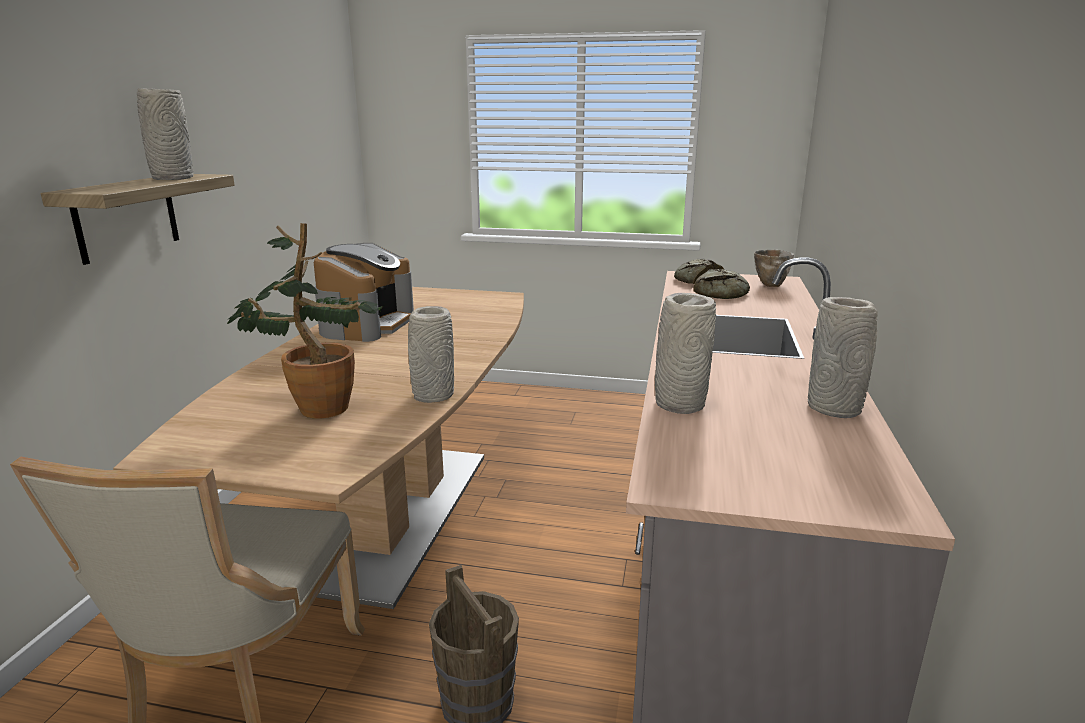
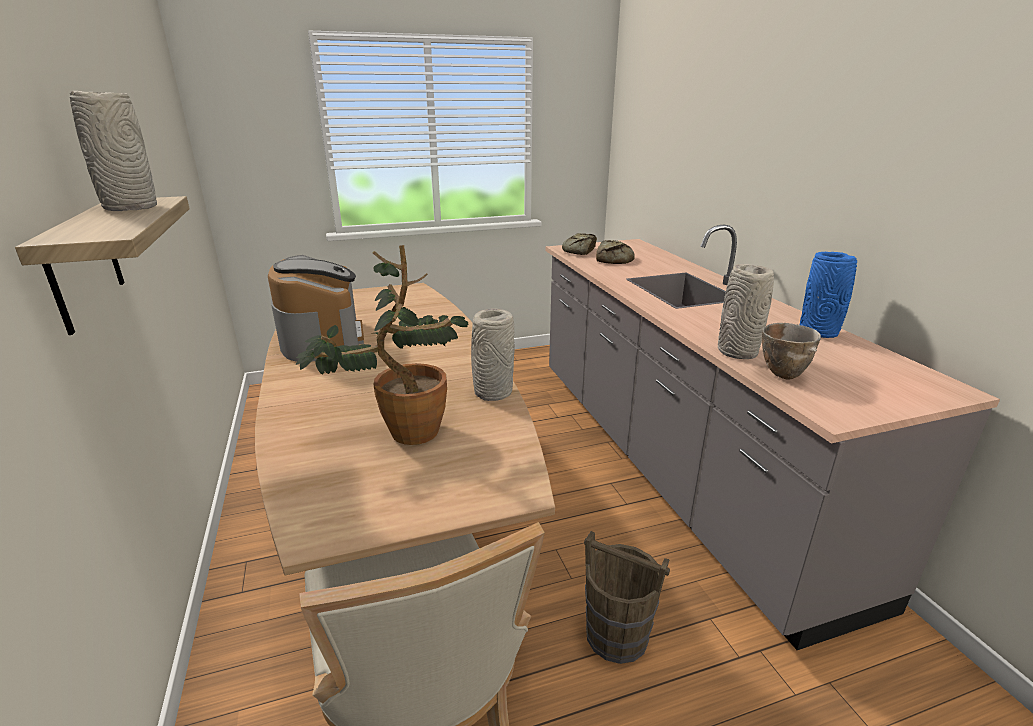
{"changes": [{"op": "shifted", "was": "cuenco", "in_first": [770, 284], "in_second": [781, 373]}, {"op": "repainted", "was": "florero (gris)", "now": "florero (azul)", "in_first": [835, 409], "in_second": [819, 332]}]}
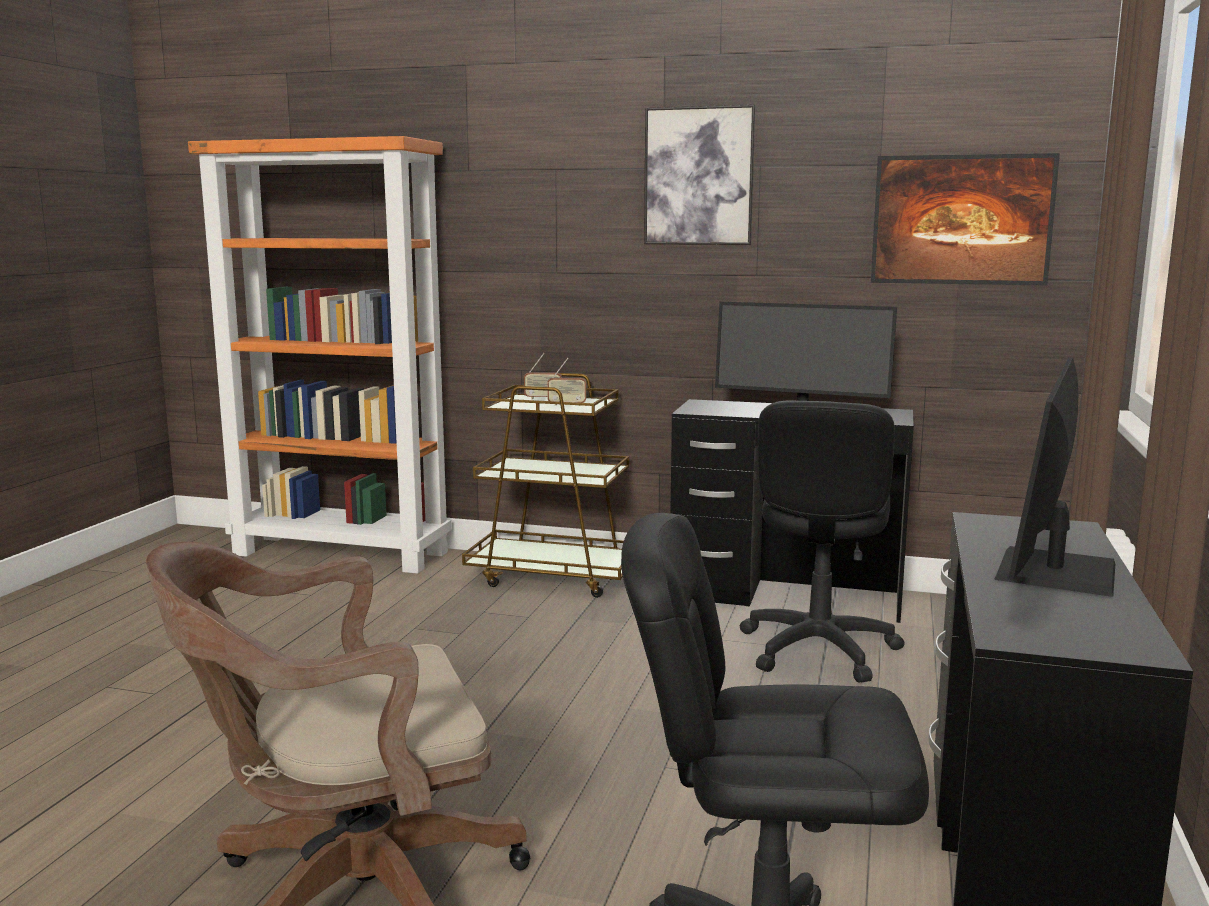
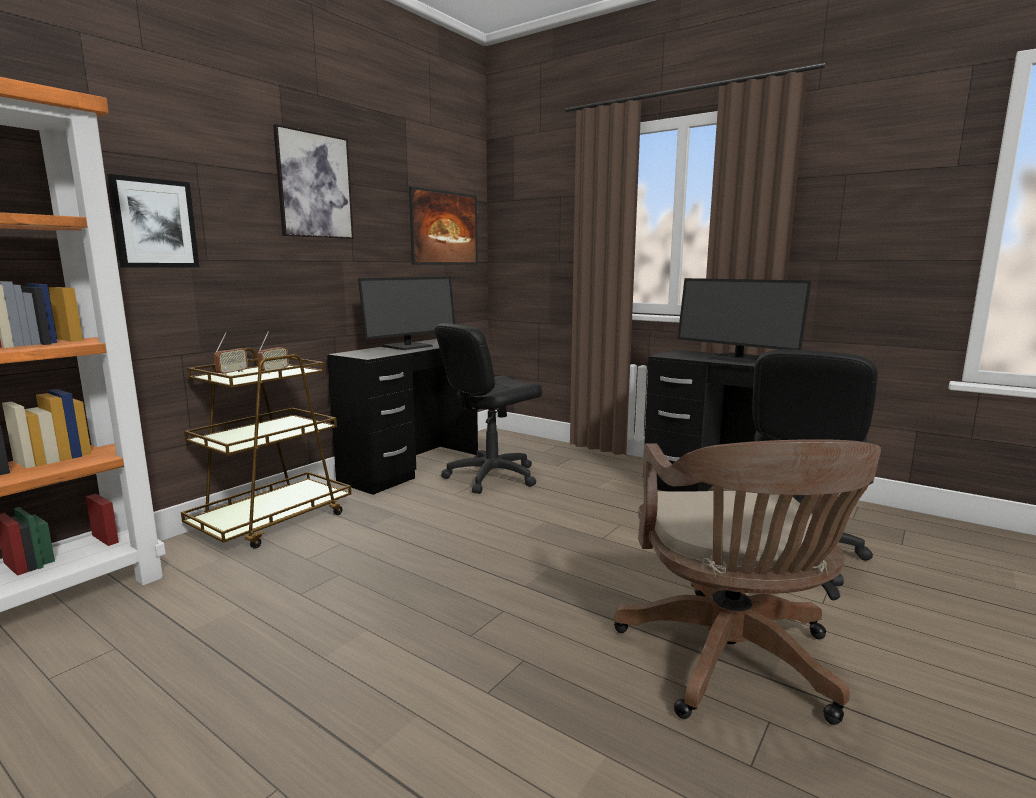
{"changes": [{"op": "rotated", "was": "silla de oficina (negro)", "in_first": [817, 649], "in_second": [491, 476], "clockwise": 105}, {"op": "new", "now": "cuadro", "in_second": [154, 223]}]}
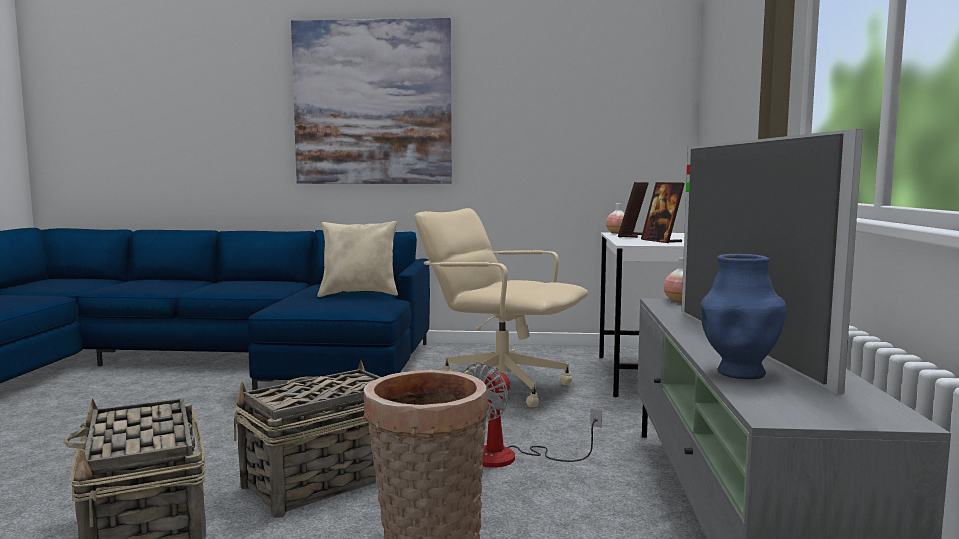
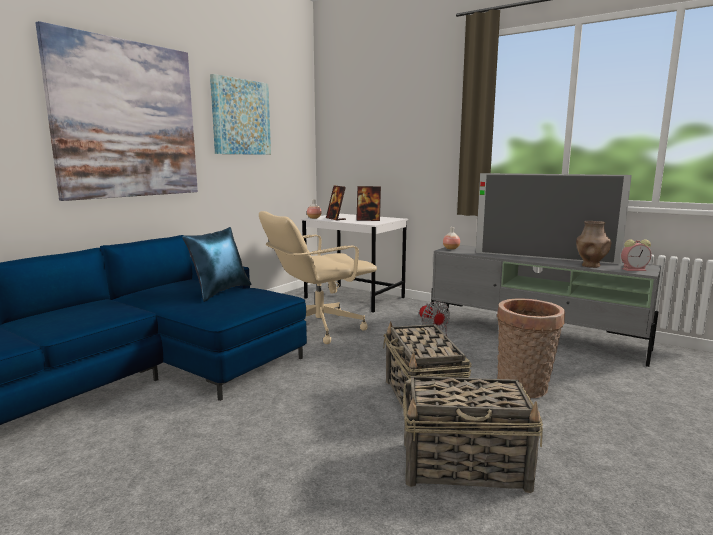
{"changes": [{"op": "repainted", "was": "cojín (beis)", "now": "cojín (azul)", "in_first": [360, 294], "in_second": [220, 292]}, {"op": "repainted", "was": "florero (azul)", "now": "florero (marrón)", "in_first": [739, 373], "in_second": [590, 266]}, {"op": "new", "now": "cuadro", "in_second": [241, 117]}, {"op": "new", "now": "despertador", "in_second": [634, 269]}]}
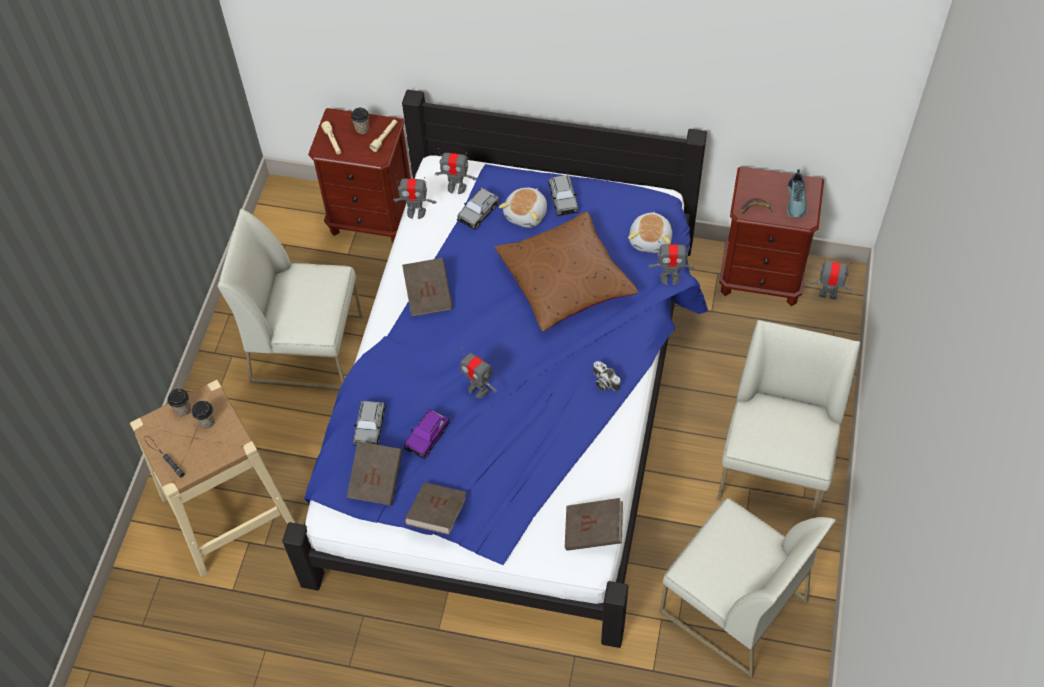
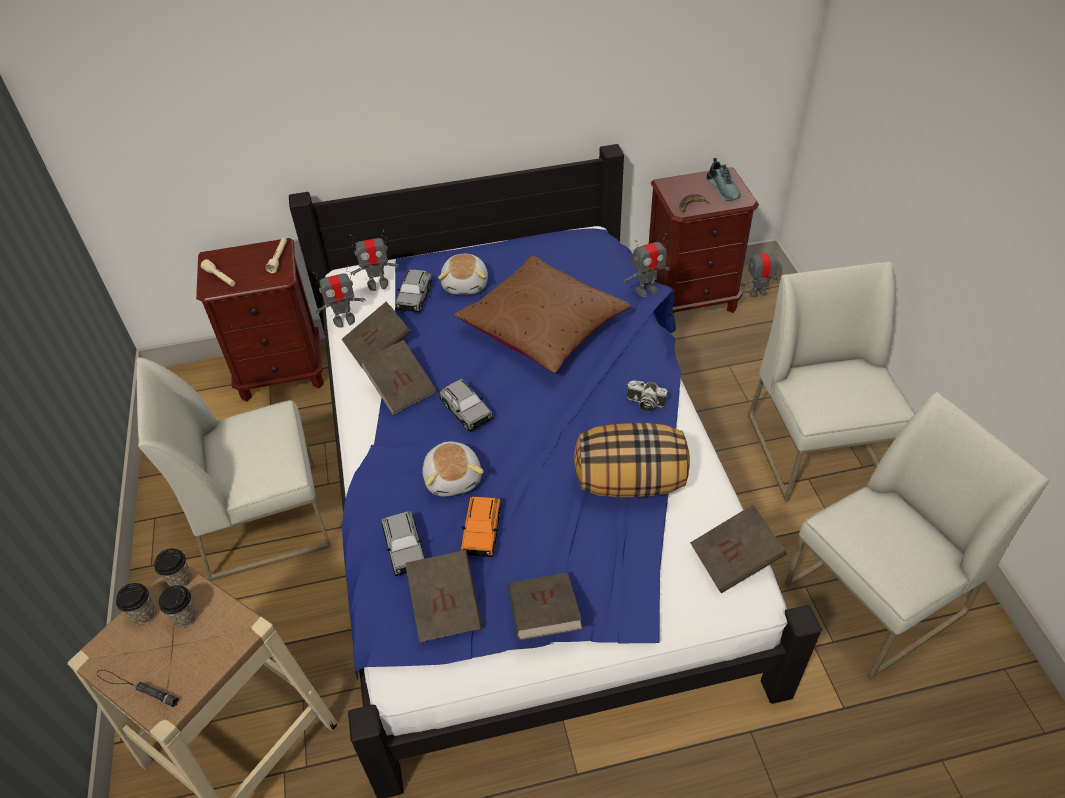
{"changes": [{"op": "shifted", "was": "taza", "in_first": [362, 128], "in_second": [180, 579]}, {"op": "repainted", "was": "coche de juguete (morado)", "now": "coche de juguete (naranja)", "in_first": [427, 437], "in_second": [482, 532]}, {"op": "gone", "was": "robot de juguete", "in_first": [478, 389]}, {"op": "shifted", "was": "coche de juguete (gris)", "in_first": [563, 200], "in_second": [466, 411]}, {"op": "shifted", "was": "peluche", "in_first": [651, 240], "in_second": [453, 478]}, {"op": "rotated", "was": "silla (blanco)", "in_first": [732, 606], "in_second": [874, 600], "clockwise": -45}, {"op": "new", "now": "libro (marrón)", "in_second": [379, 348]}, {"op": "new", "now": "cojín", "in_second": [630, 481]}]}
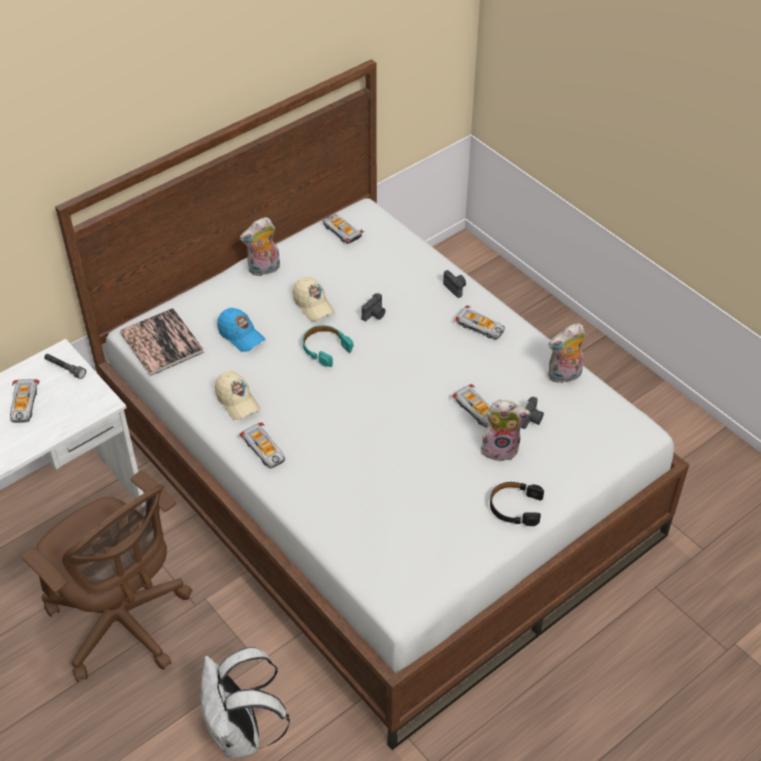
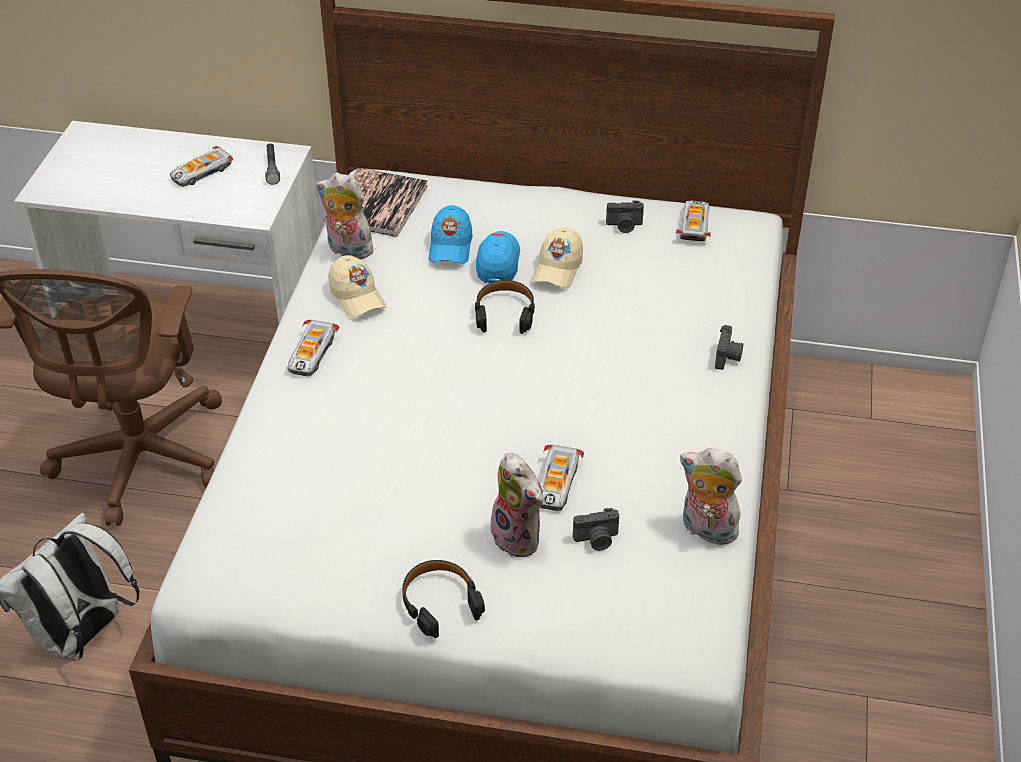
{"changes": [{"op": "rotated", "was": "gorra (beis)", "in_first": [237, 401], "in_second": [356, 297], "clockwise": -45}, {"op": "shifted", "was": "peluche", "in_first": [264, 270], "in_second": [347, 250]}, {"op": "repainted", "was": "auriculares (turquesa)", "now": "auriculares (negro)", "in_first": [325, 348], "in_second": [505, 313]}, {"op": "shifted", "was": "cámara", "in_first": [374, 314], "in_second": [624, 226]}, {"op": "gone", "was": "coche de juguete", "in_first": [480, 327]}, {"op": "new", "now": "gorra (azul)", "in_second": [498, 262]}]}
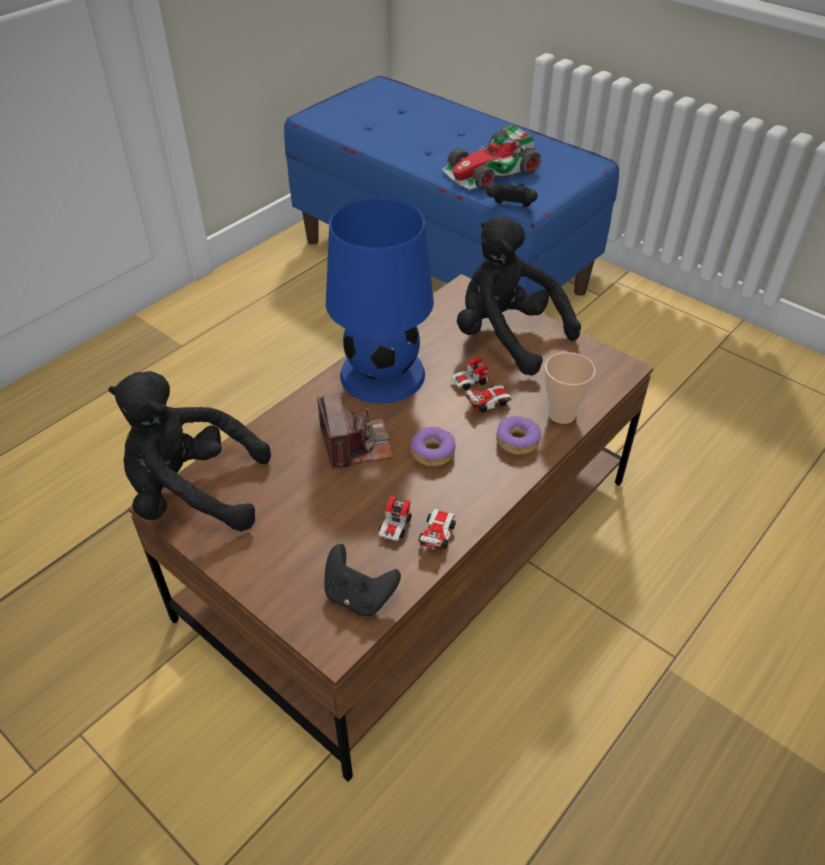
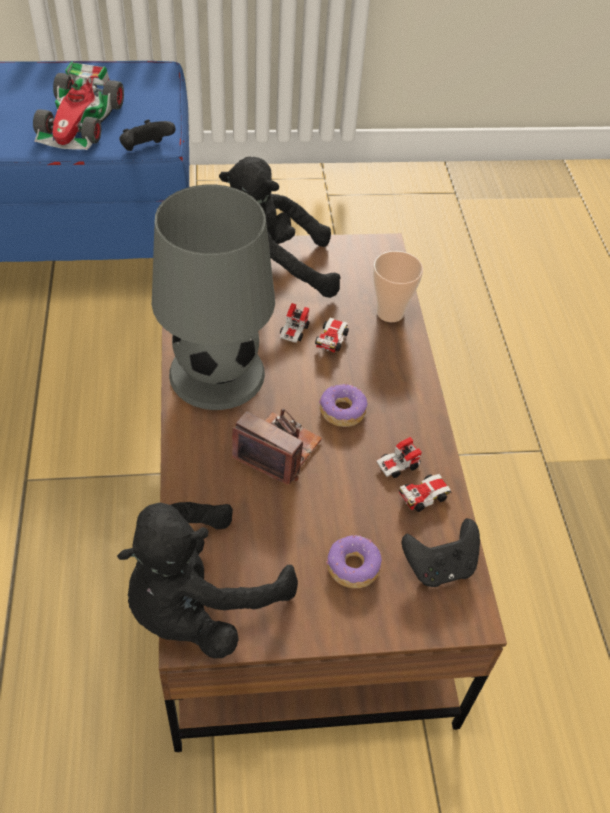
{"changes": [{"op": "repainted", "was": "lámpara de mesa (azul)", "now": "lámpara de mesa (gris)", "in_first": [381, 374], "in_second": [216, 374]}, {"op": "rotated", "was": "coche de juguete", "in_first": [417, 531], "in_second": [412, 482], "clockwise": 90}, {"op": "shifted", "was": "rosquilla", "in_first": [517, 441], "in_second": [352, 567]}]}
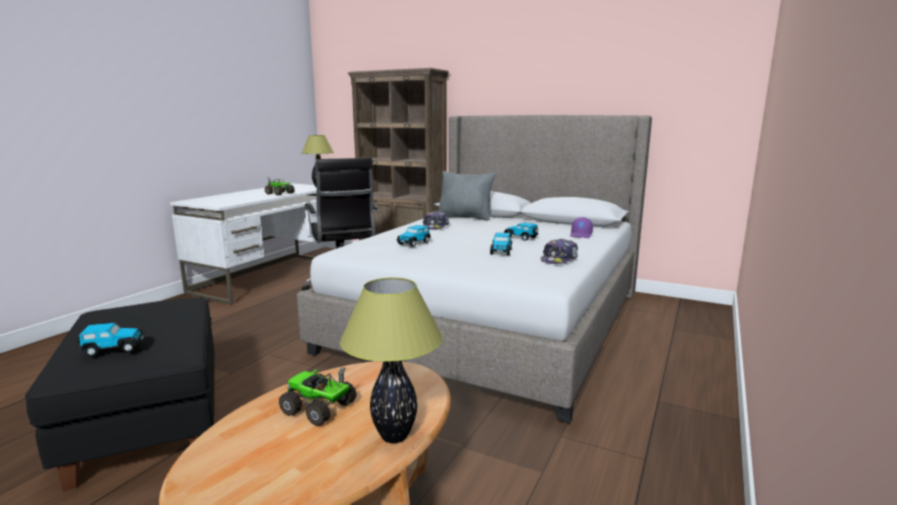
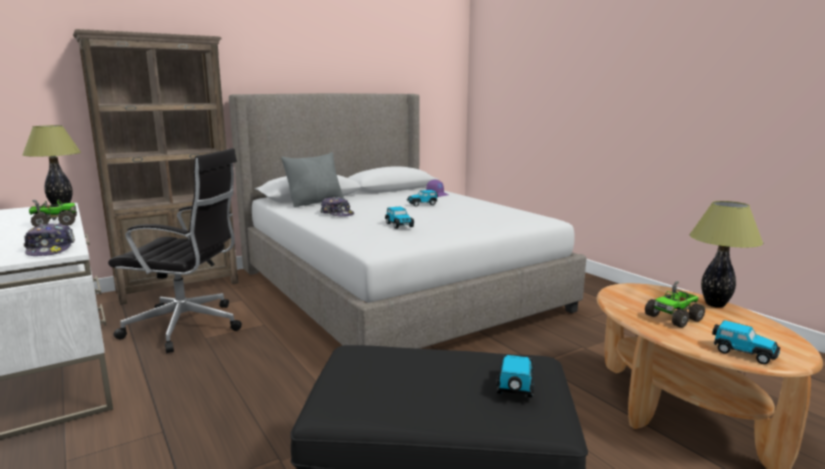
{"changes": [{"op": "shifted", "was": "coche de juguete", "in_first": [501, 251], "in_second": [743, 352]}, {"op": "shifted", "was": "gorra", "in_first": [559, 259], "in_second": [51, 249]}]}
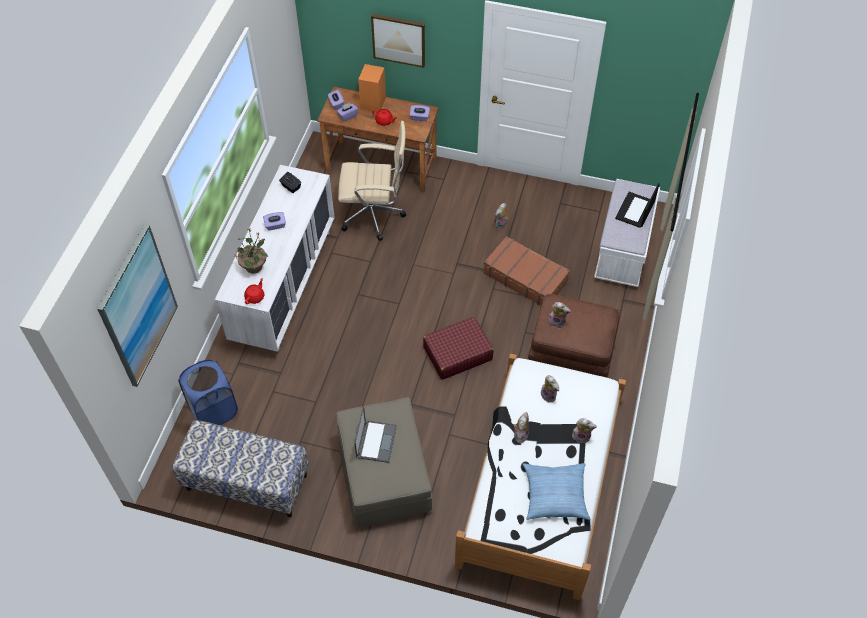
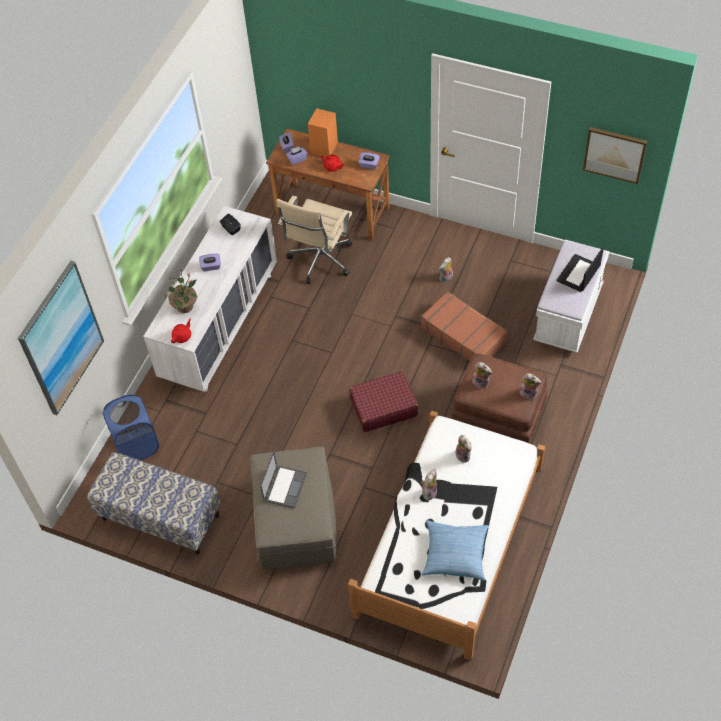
{"changes": [{"op": "rotated", "was": "silla de oficina (beis)", "in_first": [375, 216], "in_second": [319, 262], "clockwise": 105}, {"op": "shifted", "was": "cuadro", "in_first": [399, 39], "in_second": [614, 154]}, {"op": "shifted", "was": "peluche", "in_first": [581, 436], "in_second": [529, 393]}]}
